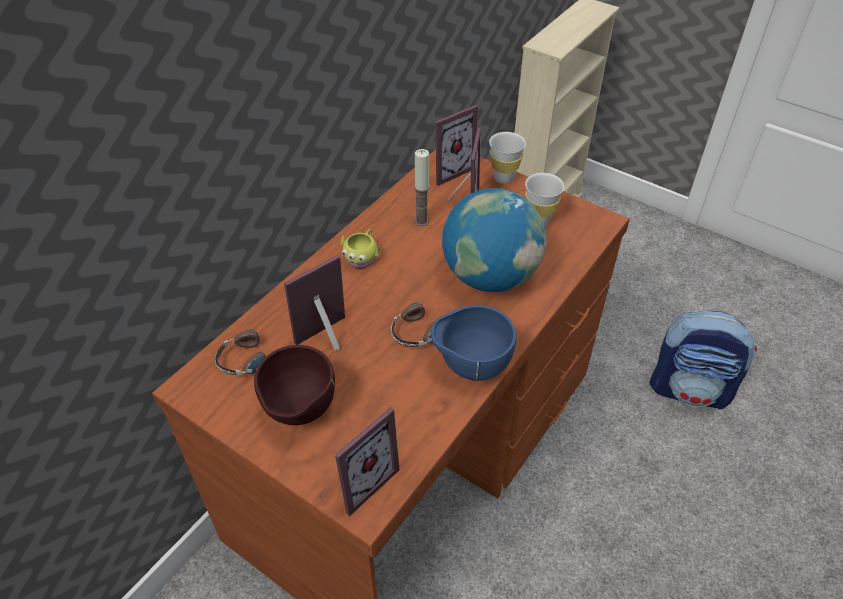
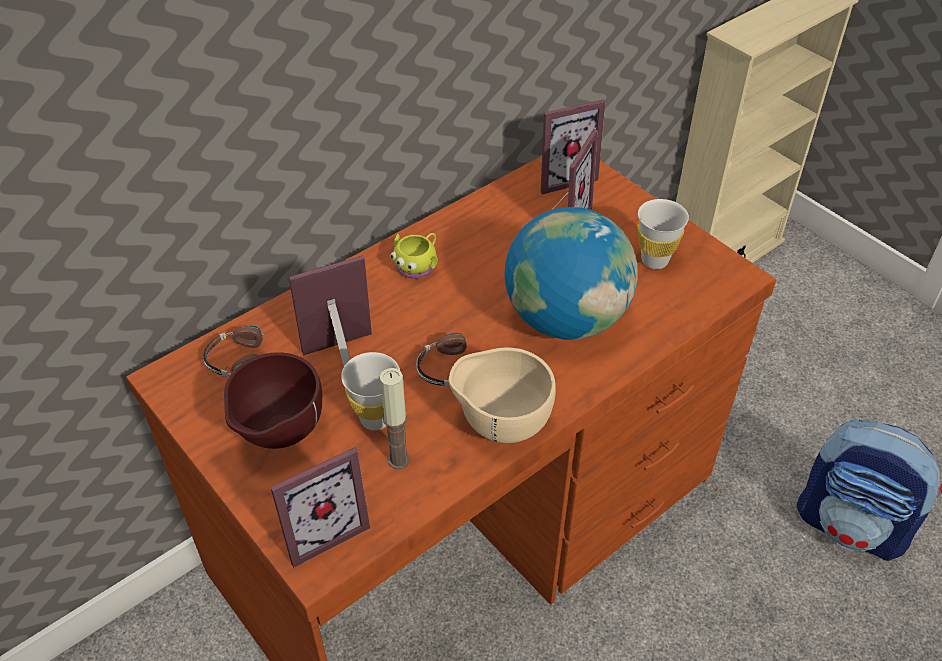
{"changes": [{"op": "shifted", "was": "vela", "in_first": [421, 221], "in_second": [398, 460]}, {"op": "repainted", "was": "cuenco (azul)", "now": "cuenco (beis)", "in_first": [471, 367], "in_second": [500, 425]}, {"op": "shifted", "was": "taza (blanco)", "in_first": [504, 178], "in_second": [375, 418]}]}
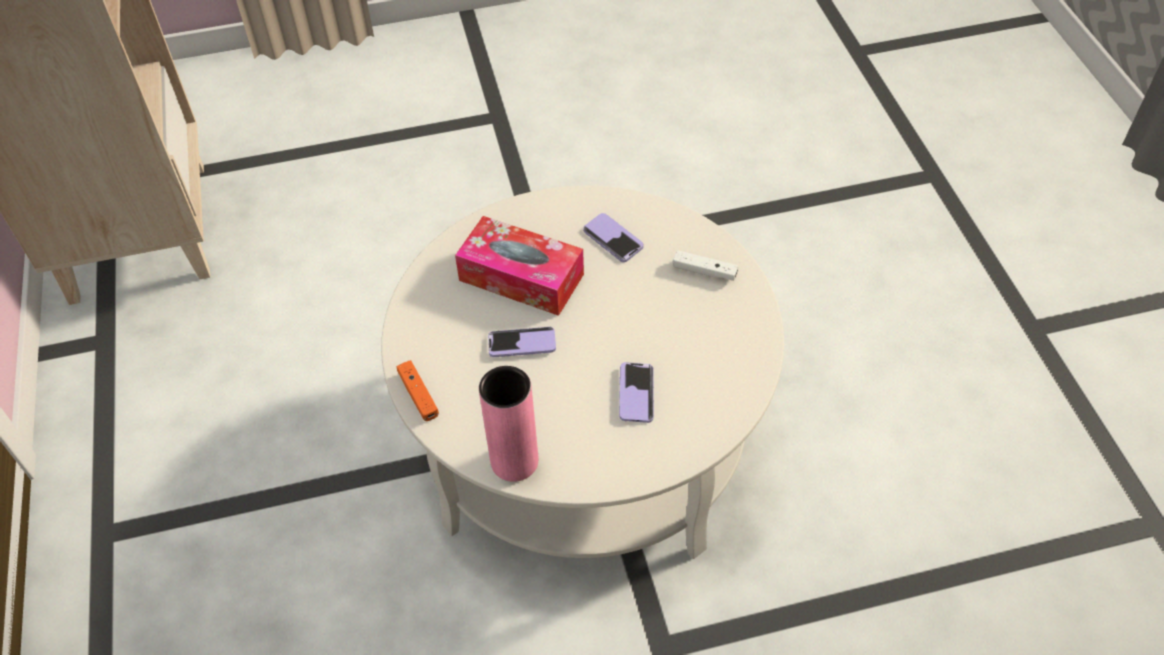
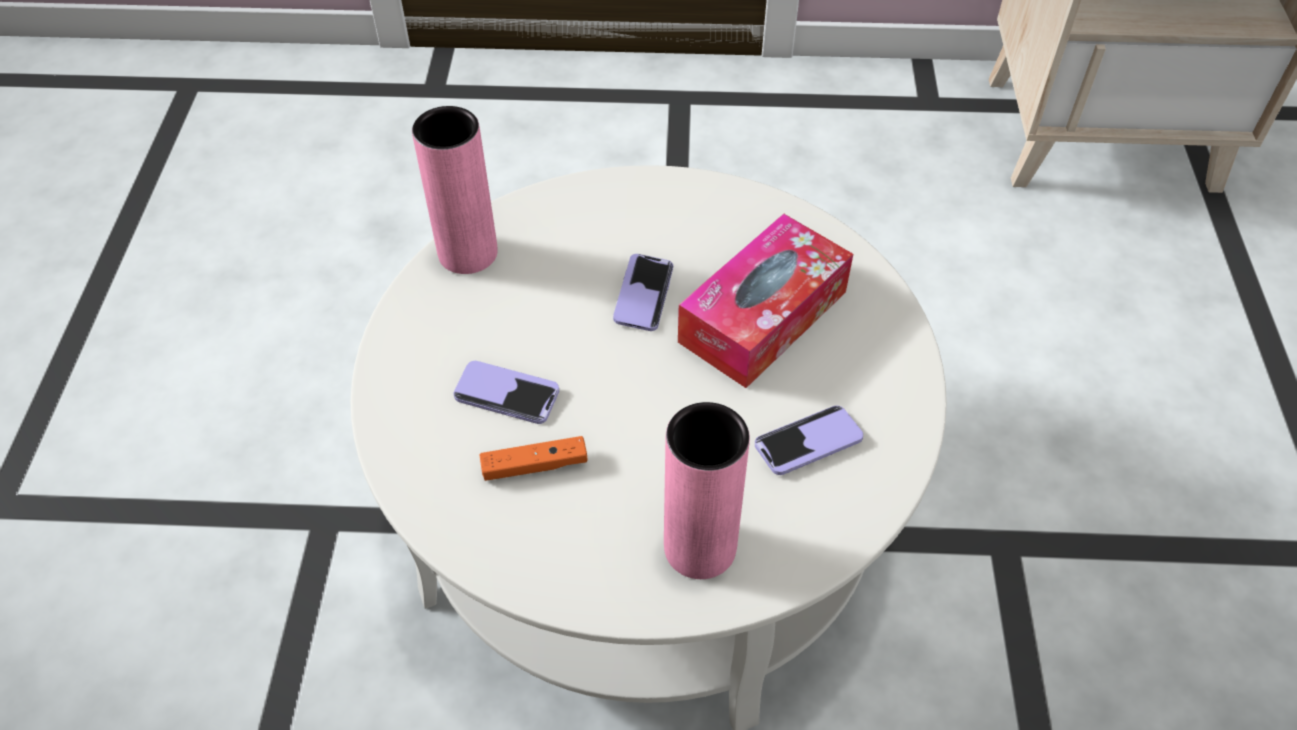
{"changes": [{"op": "shifted", "was": "mando de consola (naranja)", "in_first": [418, 395], "in_second": [534, 466]}, {"op": "swapped", "was": "mando de consola (blanco)", "now": "florero (rosa)", "in_first": [704, 271], "in_second": [700, 547]}]}
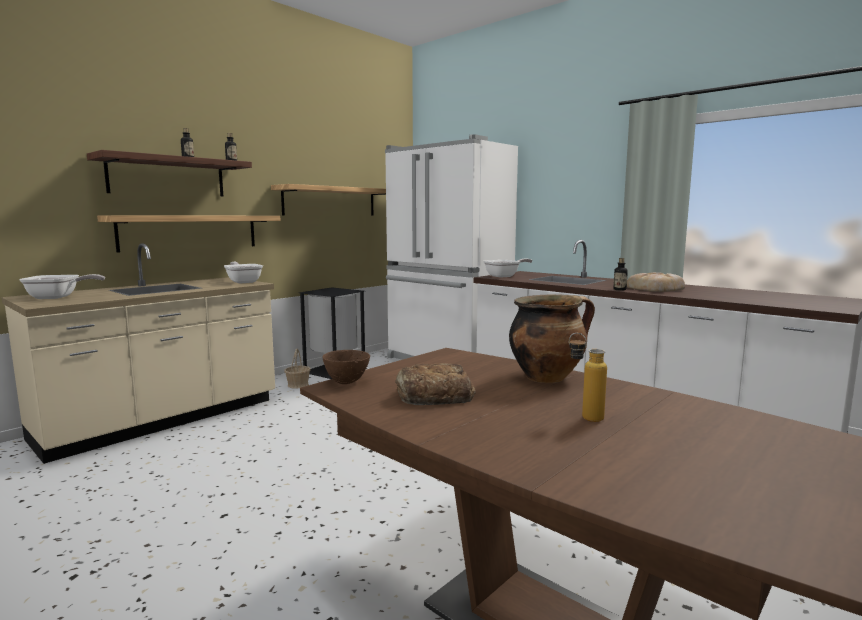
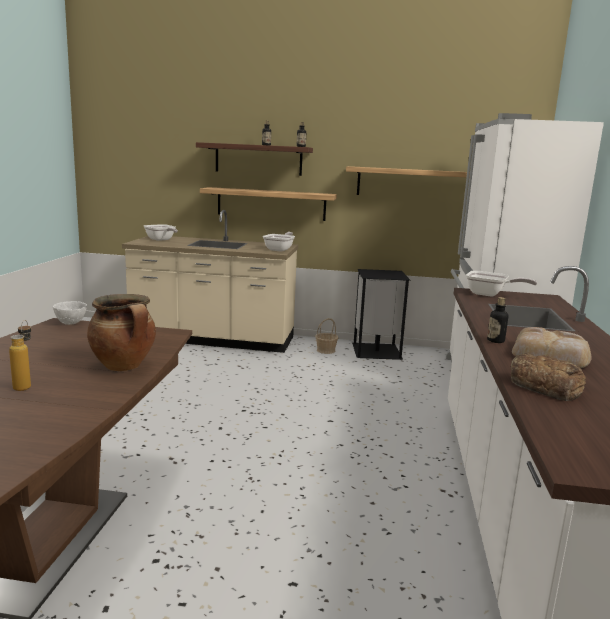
{"changes": [{"op": "repainted", "was": "cuenco (marrón)", "now": "cuenco (blanco)", "in_first": [346, 381], "in_second": [71, 323]}, {"op": "shifted", "was": "pan", "in_first": [433, 395], "in_second": [545, 385]}]}
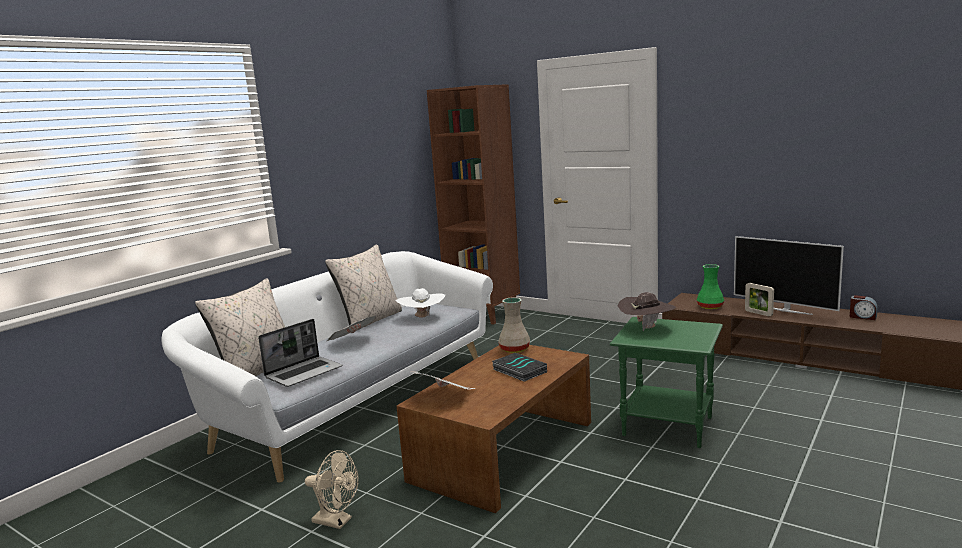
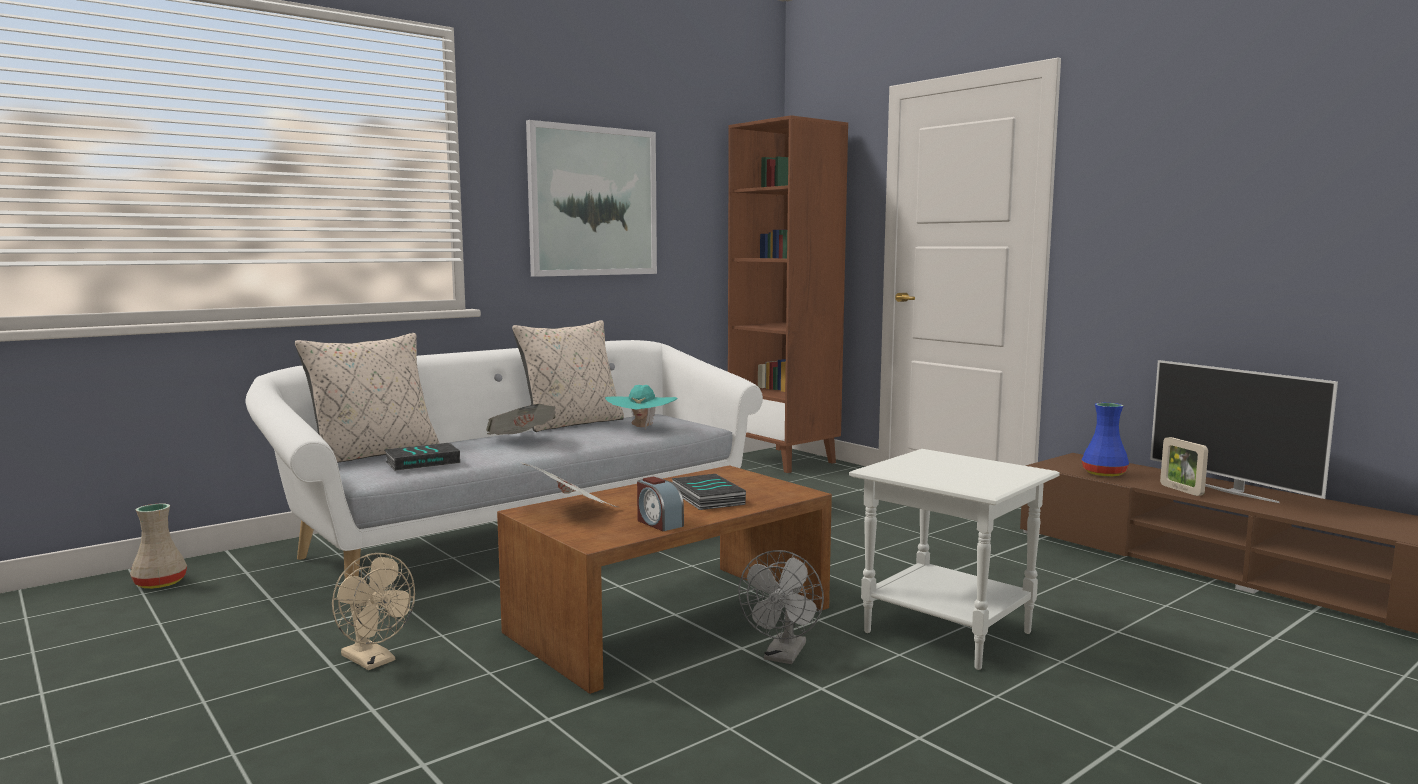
{"changes": [{"op": "swapped", "was": "portátil", "now": "libro", "in_first": [304, 373], "in_second": [423, 462]}, {"op": "repainted", "was": "sombrero (blanco)", "now": "sombrero (turquesa)", "in_first": [422, 317], "in_second": [641, 427]}, {"op": "shifted", "was": "florero (beis)", "in_first": [514, 349], "in_second": [159, 583]}, {"op": "repainted", "was": "mesa auxiliar (verde)", "now": "mesa auxiliar (blanco)", "in_first": [669, 426], "in_second": [949, 633]}, {"op": "gone", "was": "sombrero (marrón)", "in_first": [646, 328]}, {"op": "repainted", "was": "florero (verde)", "now": "florero (azul)", "in_first": [709, 307], "in_second": [1103, 473]}, {"op": "shifted", "was": "despertador", "in_first": [862, 317], "in_second": [658, 523]}, {"op": "new", "now": "cuadro", "in_second": [593, 201]}, {"op": "new", "now": "ventilador (gris)", "in_second": [783, 656]}]}
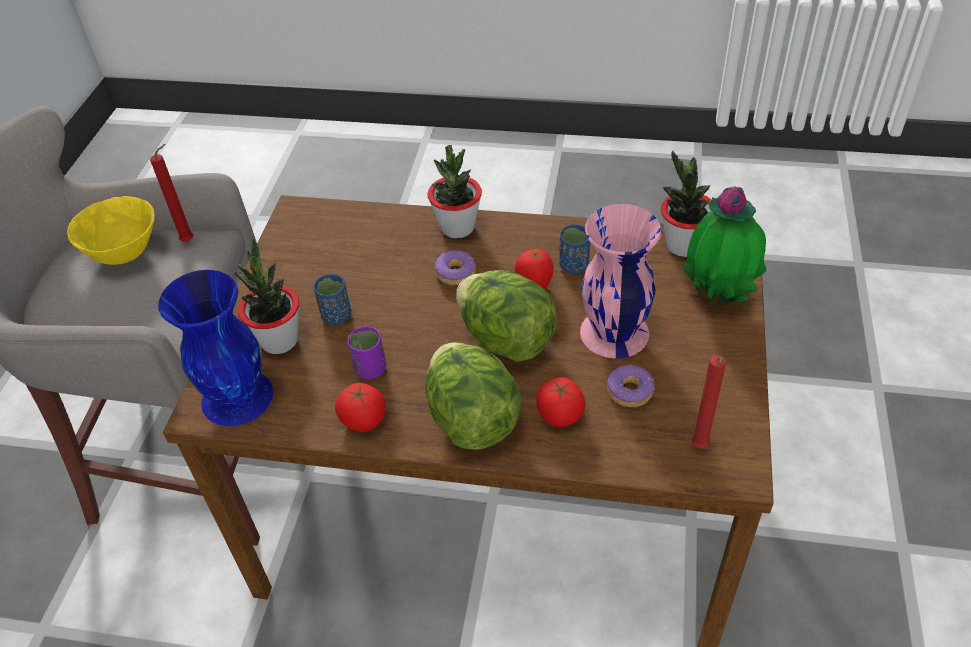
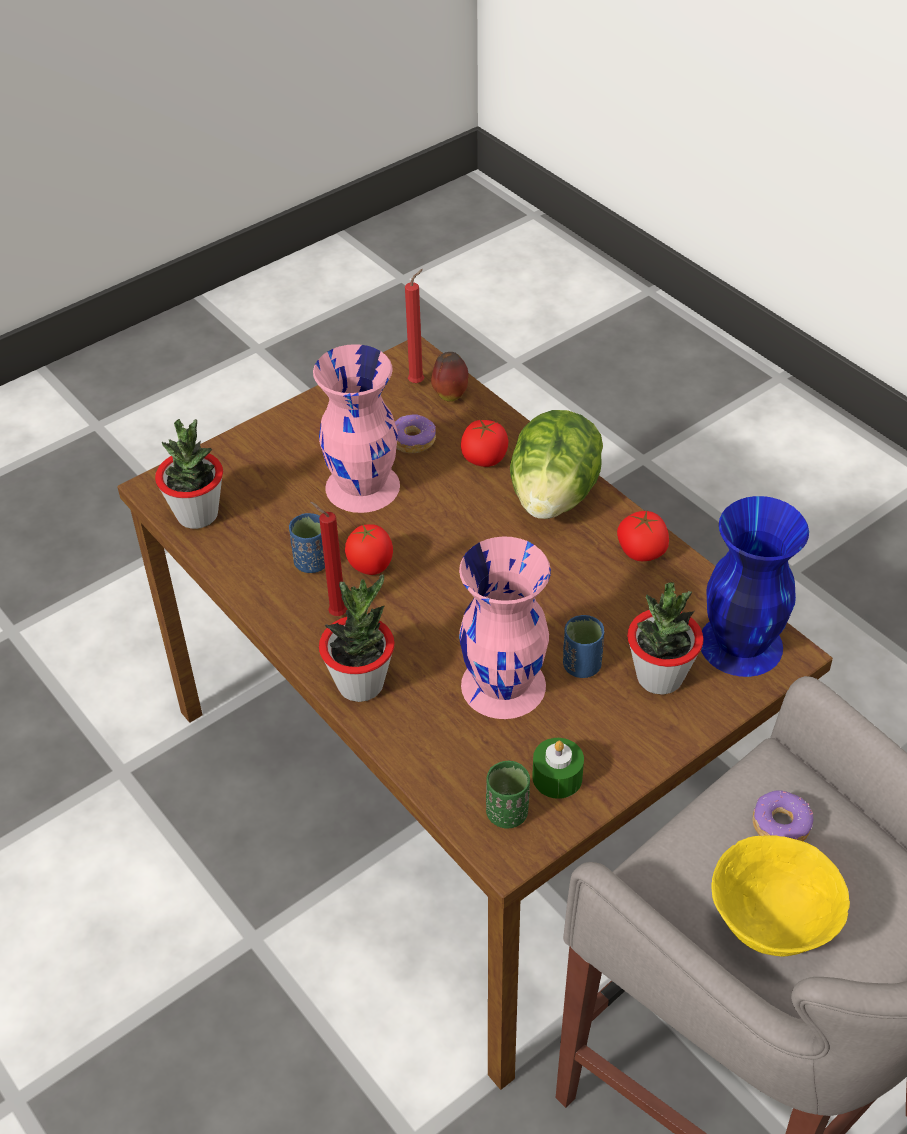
{"changes": [{"op": "shifted", "was": "vela (rojo)", "in_first": [190, 240], "in_second": [335, 613]}, {"op": "gone", "was": "taza (morado)", "in_first": [370, 369]}, {"op": "shifted", "was": "rosquilla", "in_first": [456, 273], "in_second": [780, 824]}, {"op": "gone", "was": "lechuga", "in_first": [506, 340]}, {"op": "gone", "was": "planta en maceta", "in_first": [717, 298]}, {"op": "new", "now": "manzana", "in_second": [450, 395]}, {"op": "new", "now": "florero (rosa)", "in_second": [504, 684]}, {"op": "new", "now": "taza (verde)", "in_second": [507, 813]}, {"op": "new", "now": "vela (verde)", "in_second": [557, 777]}]}
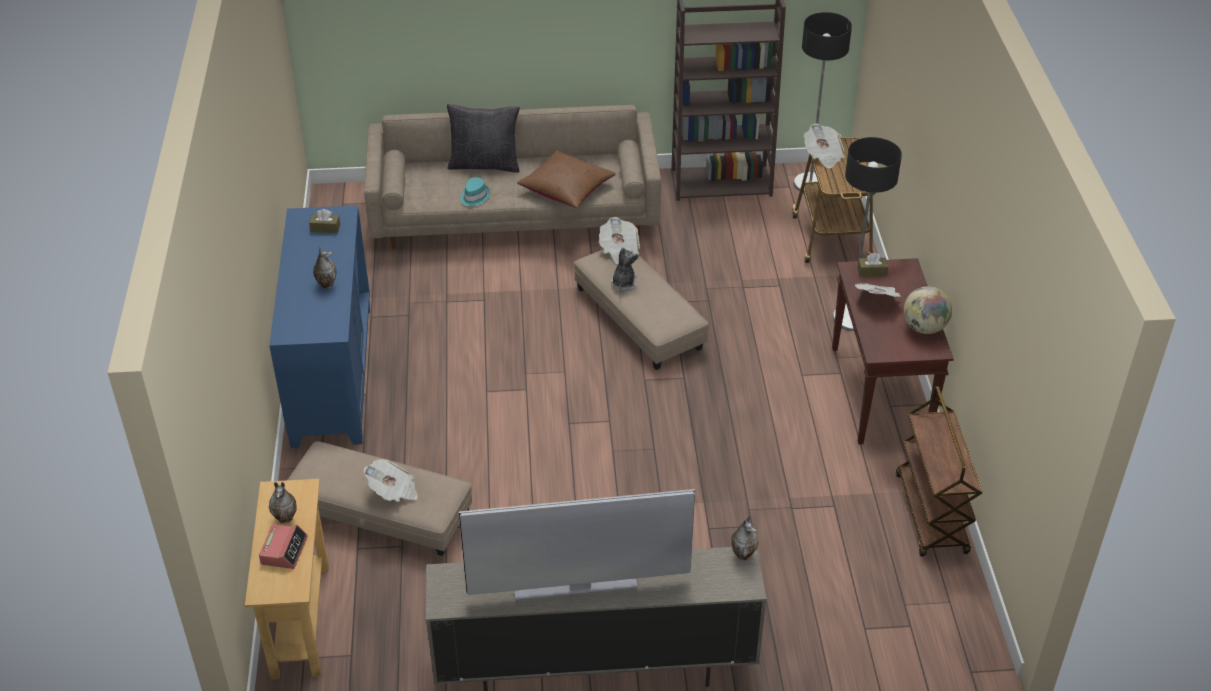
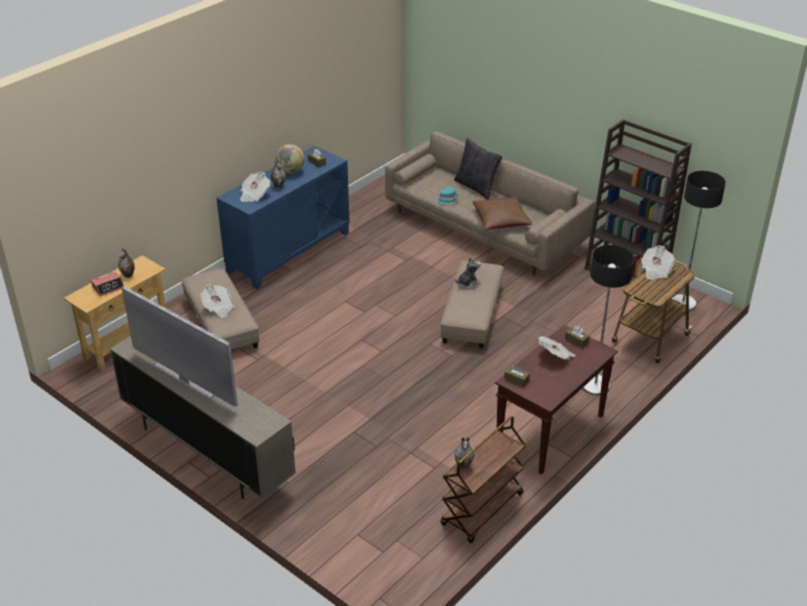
{"changes": [{"op": "shifted", "was": "periódico", "in_first": [619, 250], "in_second": [254, 195]}, {"op": "shifted", "was": "florero", "in_first": [743, 554], "in_second": [464, 465]}, {"op": "shifted", "was": "globo terráqueo", "in_first": [924, 328], "in_second": [290, 171]}, {"op": "new", "now": "caja de pañuelos (marrón)", "in_second": [516, 379]}]}
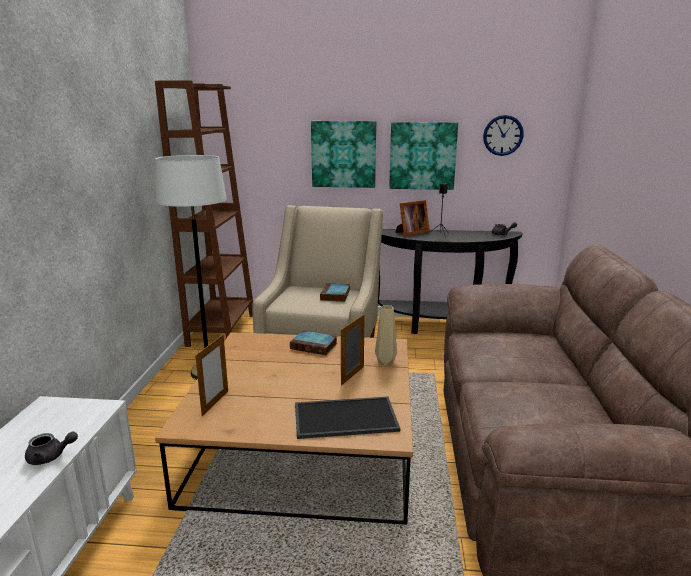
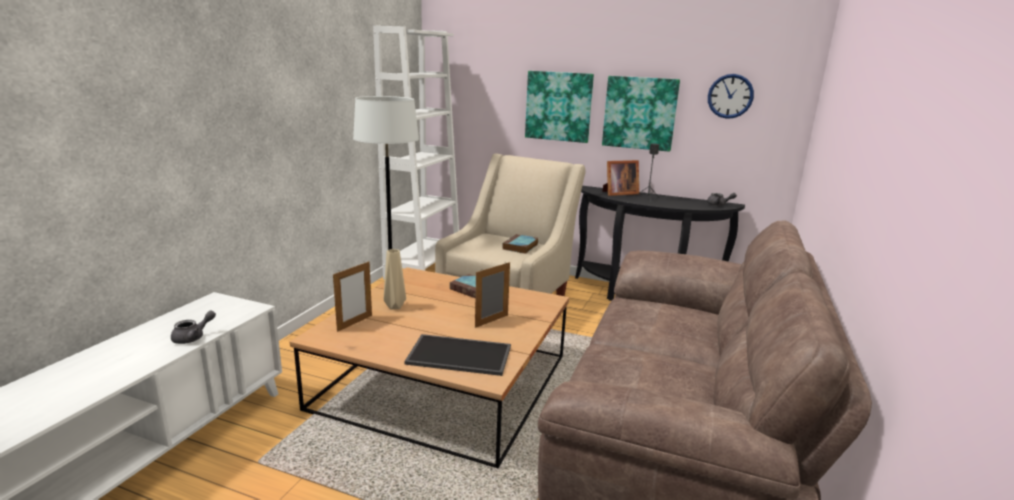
{"changes": [{"op": "rotated", "was": "tetera (gris)", "in_first": [50, 457], "in_second": [193, 337], "clockwise": -60}, {"op": "repainted", "was": "estantería (marrón)", "now": "estantería (blanco)", "in_first": [222, 330], "in_second": [423, 269]}, {"op": "shifted", "was": "florero (beis)", "in_first": [386, 362], "in_second": [396, 307]}]}
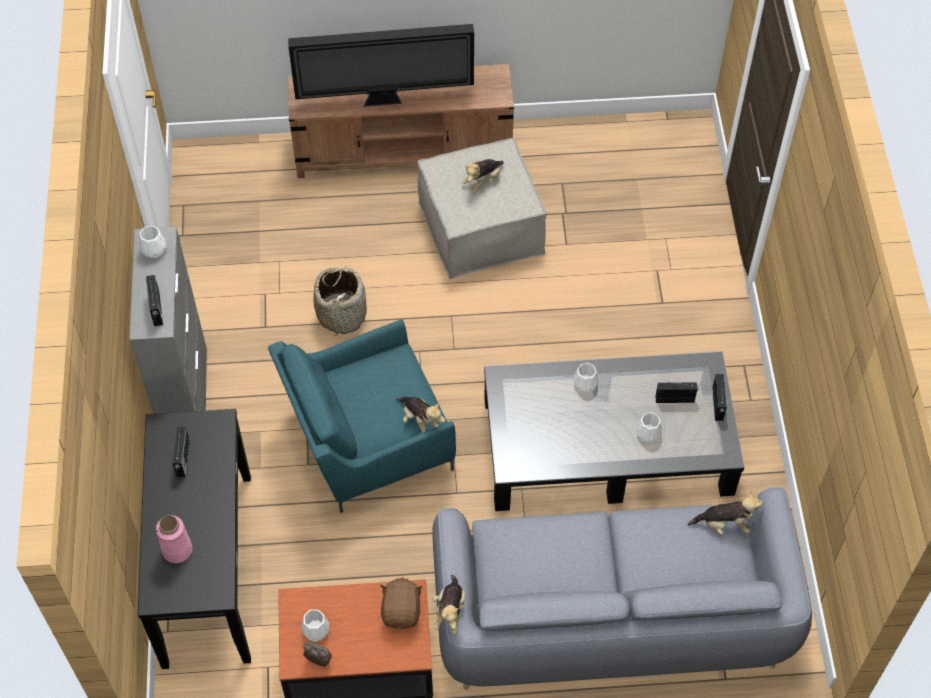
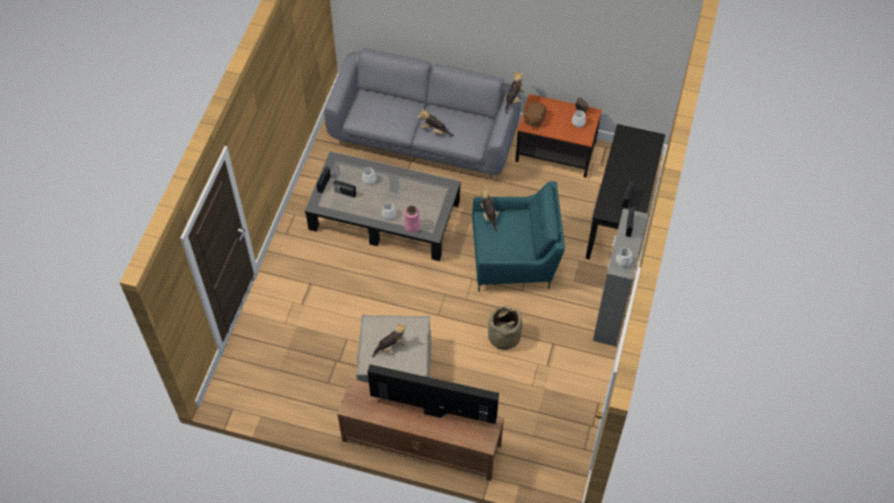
{"changes": [{"op": "shifted", "was": "florero (rosa)", "in_first": [177, 550], "in_second": [412, 226]}, {"op": "shifted", "was": "peluche", "in_first": [724, 524], "in_second": [435, 131]}]}
